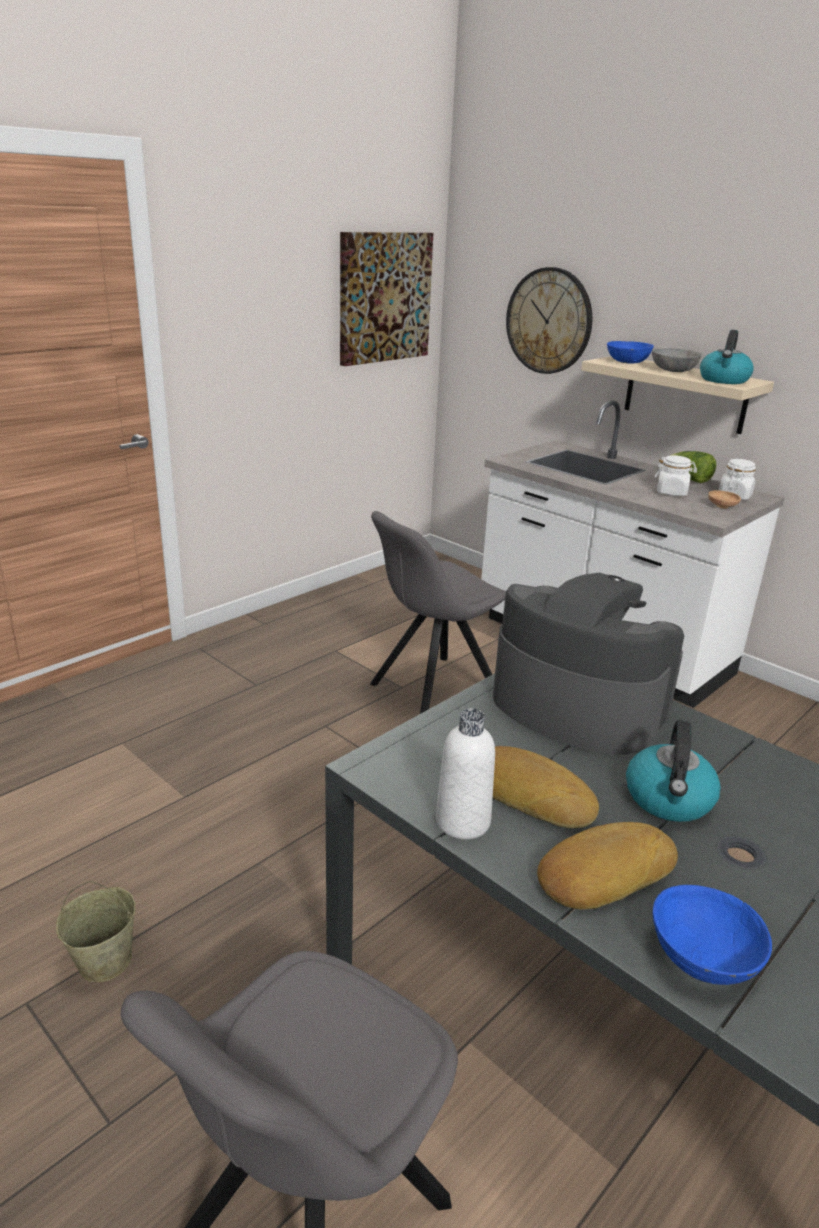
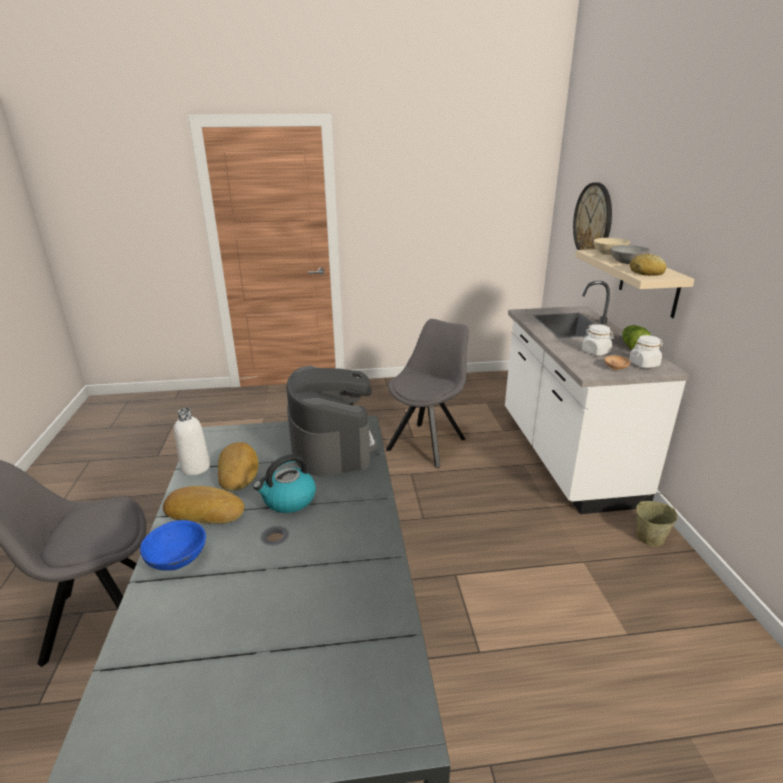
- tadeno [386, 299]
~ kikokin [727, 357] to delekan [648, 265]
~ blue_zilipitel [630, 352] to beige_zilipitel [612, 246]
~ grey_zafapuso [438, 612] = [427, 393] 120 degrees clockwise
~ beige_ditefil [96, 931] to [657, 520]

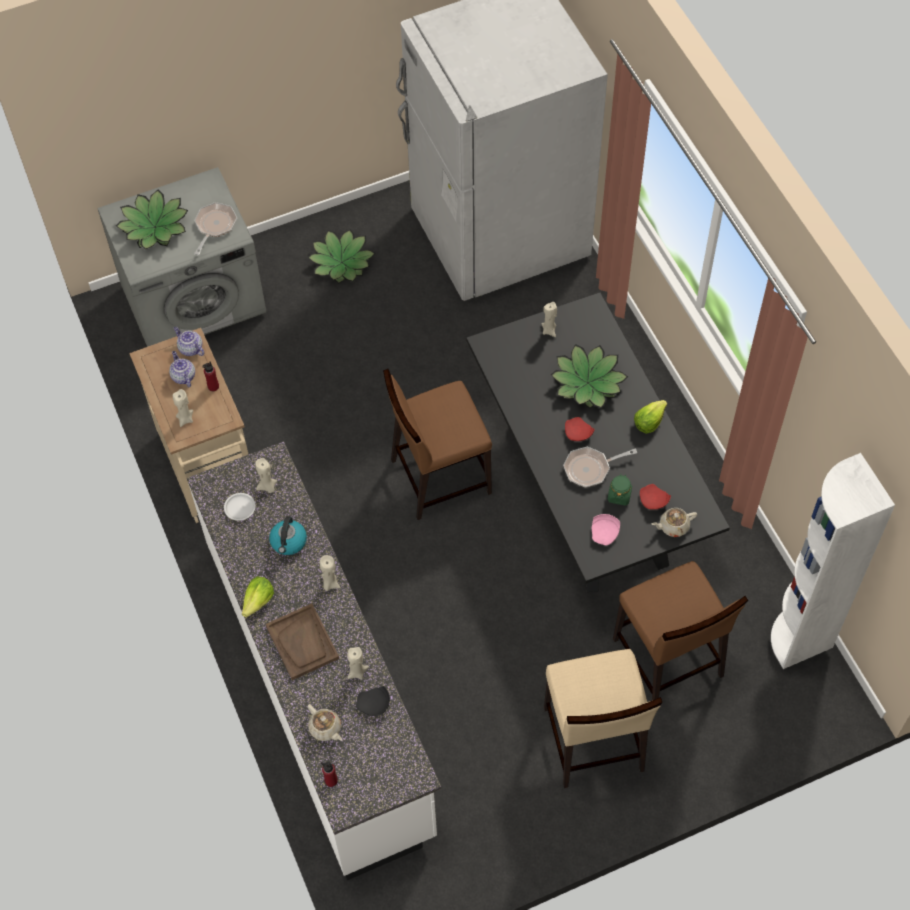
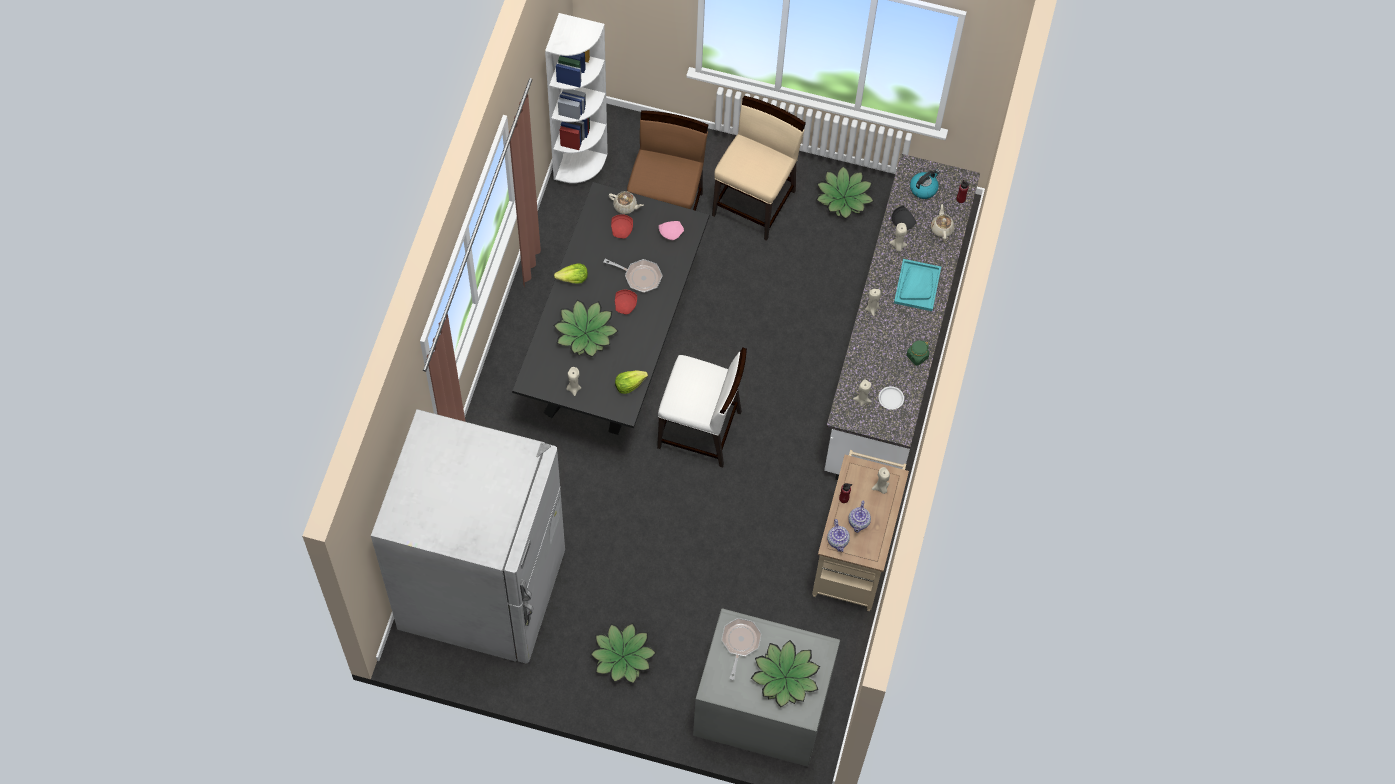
~ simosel [215, 228] = [741, 649] 135 degrees clockwise
~ brown_zafapuso [437, 444] to white_zafapuso [702, 407]
~ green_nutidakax [620, 490] to [918, 353]
~ kikokin [288, 535] to [925, 184]
~ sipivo [258, 597] to [631, 382]
~ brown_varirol [302, 641] to turquoise_varirol [917, 285]
+ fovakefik [845, 192]

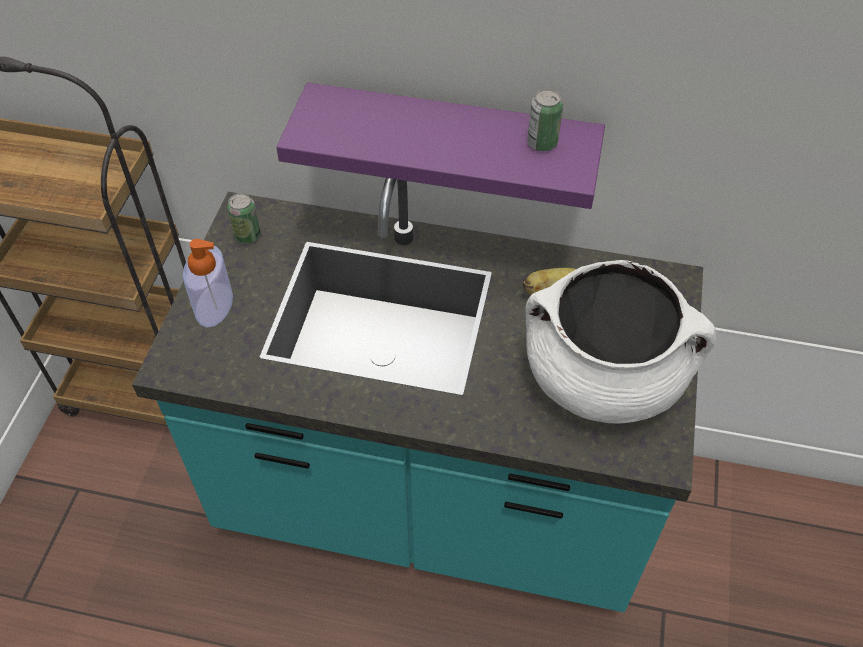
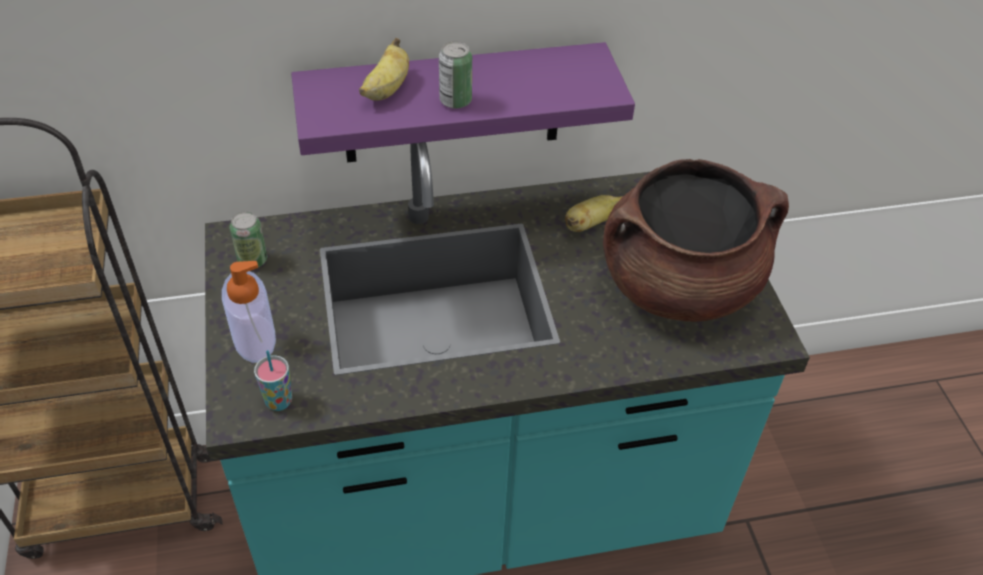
~ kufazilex [545, 120] to [455, 75]
~ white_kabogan [620, 341] to brown_kabogan [696, 240]
+ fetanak [384, 69]
+ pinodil [273, 380]

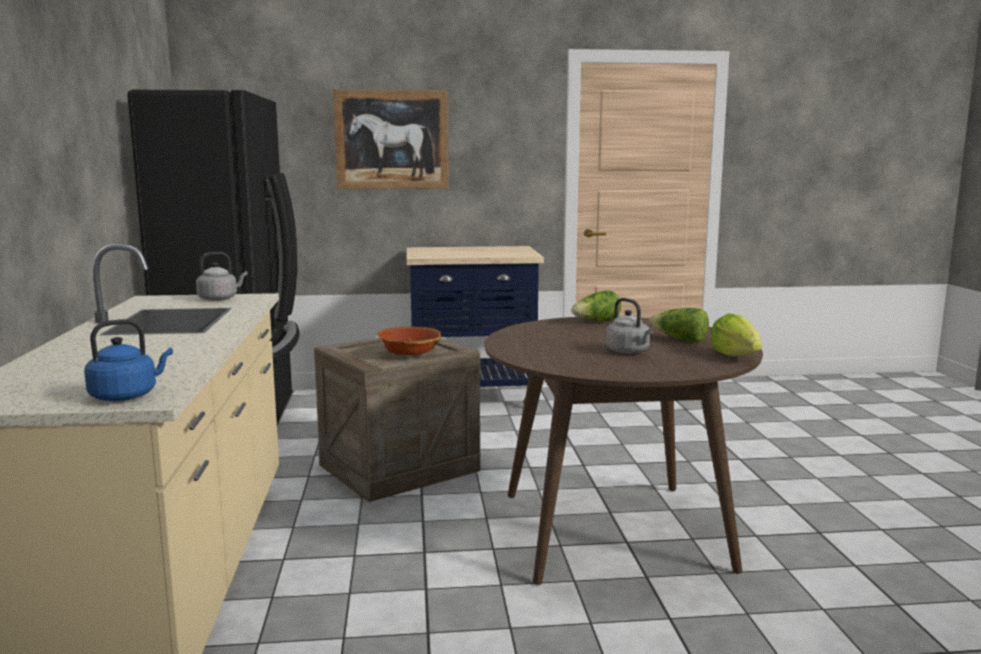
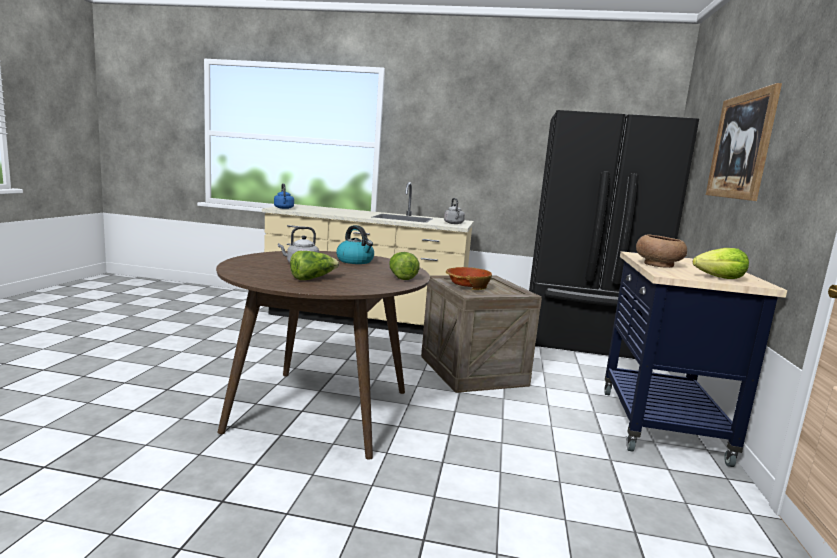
~ sipivo [736, 334] to [721, 263]
+ kikokin [355, 244]
+ brown_zilipitel [661, 251]

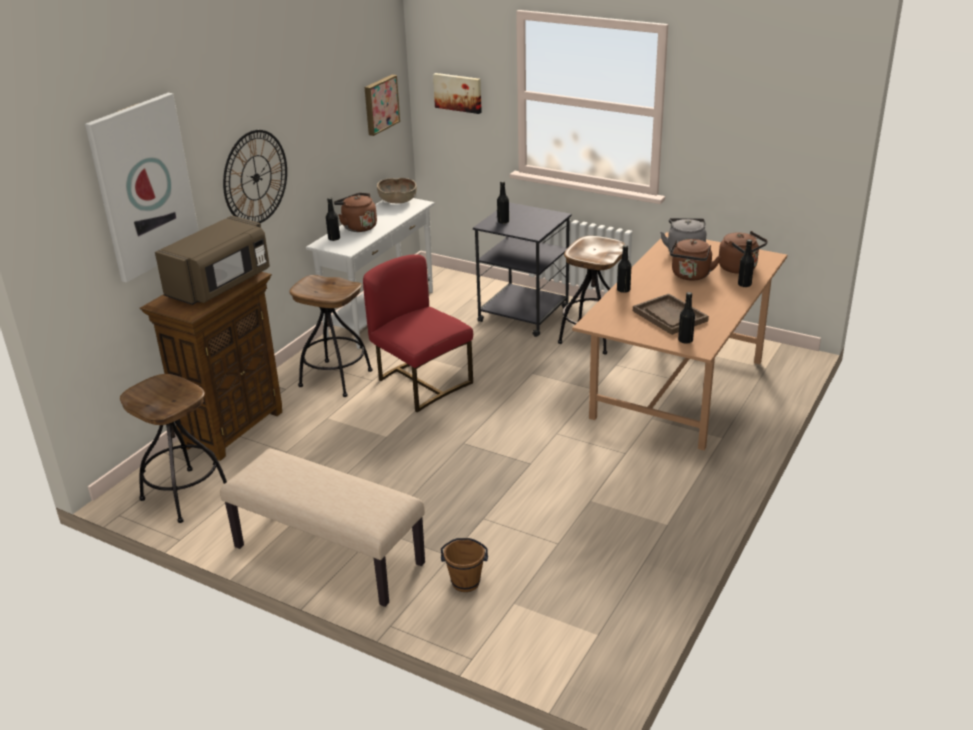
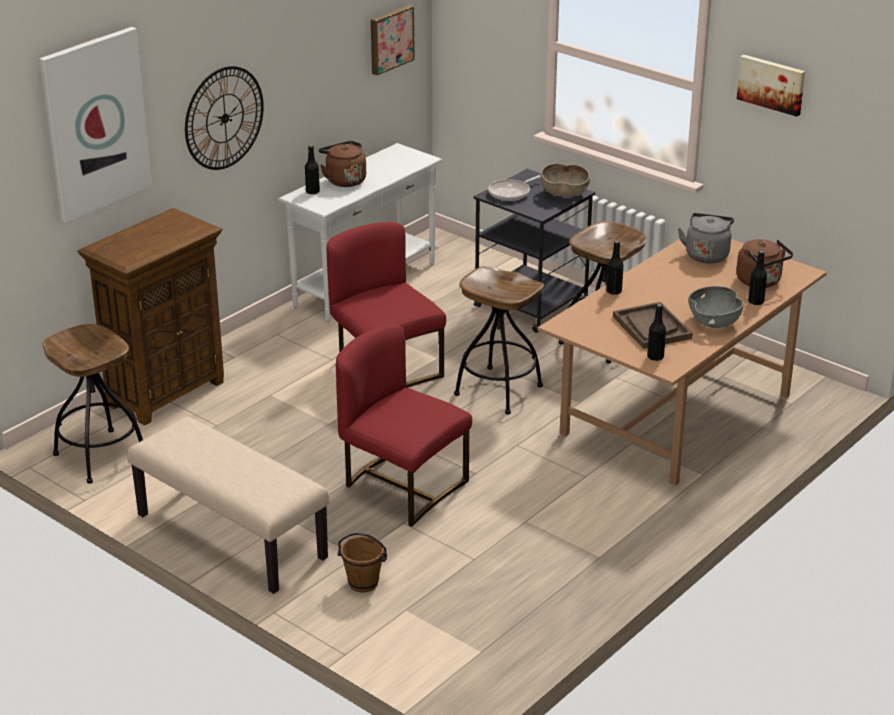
~ tadeno [457, 93] to [771, 86]
~ brown_zilipitel [397, 191] to [565, 180]
~ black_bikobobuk [503, 202] to simosel [514, 188]
- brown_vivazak [212, 260]
- brown_kikokin [695, 260]
~ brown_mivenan [331, 336] to [499, 340]
+ grey_zilipitel [716, 307]
+ red_zafapuso [404, 425]

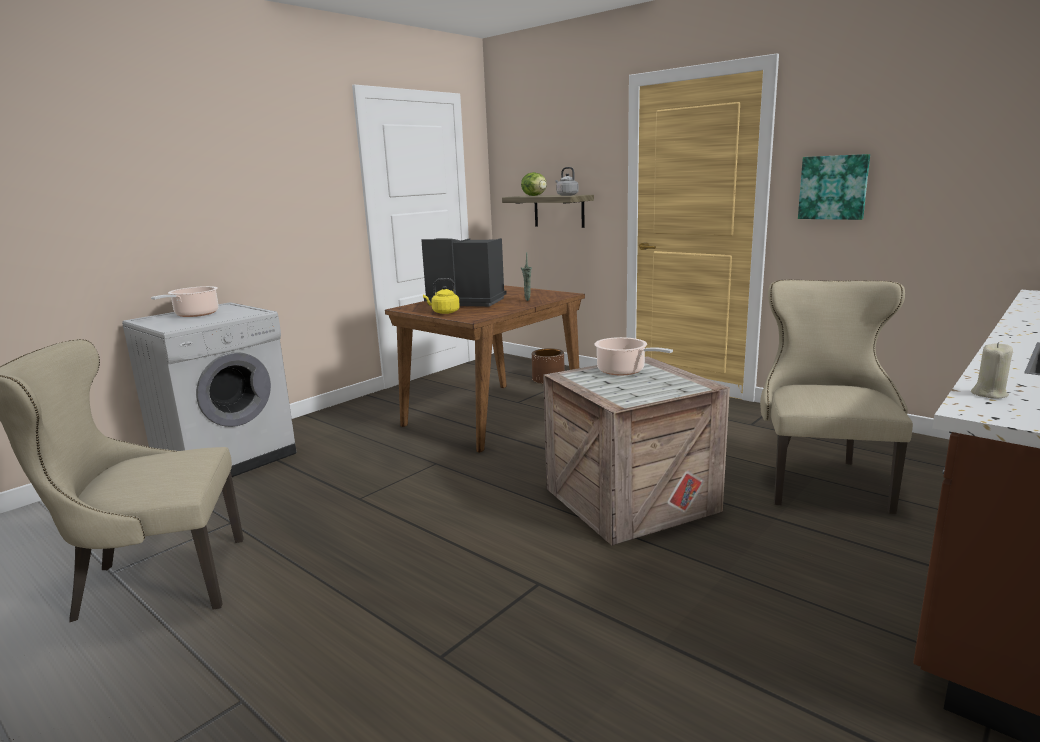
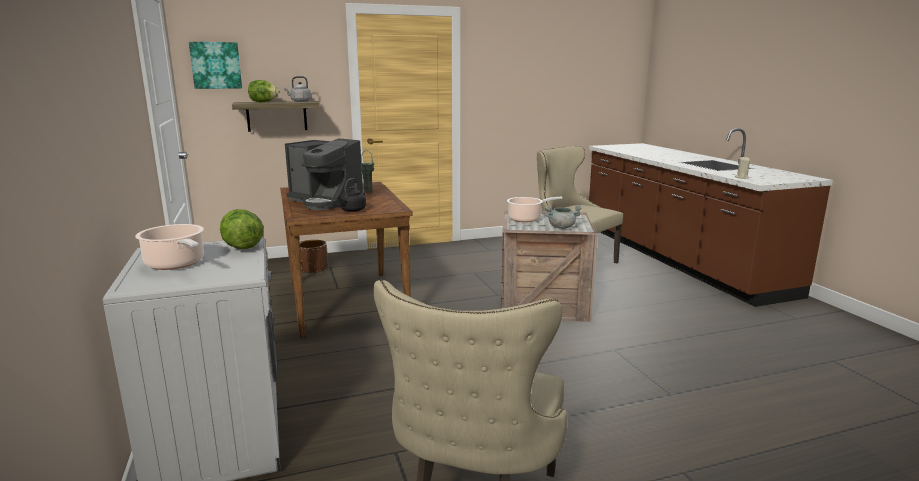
~ tadeno [834, 187] to [215, 65]
~ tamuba [464, 272] = [325, 174] 105 degrees counterclockwise
~ yellow_kikokin [441, 296] to black_kikokin [352, 195]
+ grey_kabogan [563, 217]
+ sipivo [242, 229]

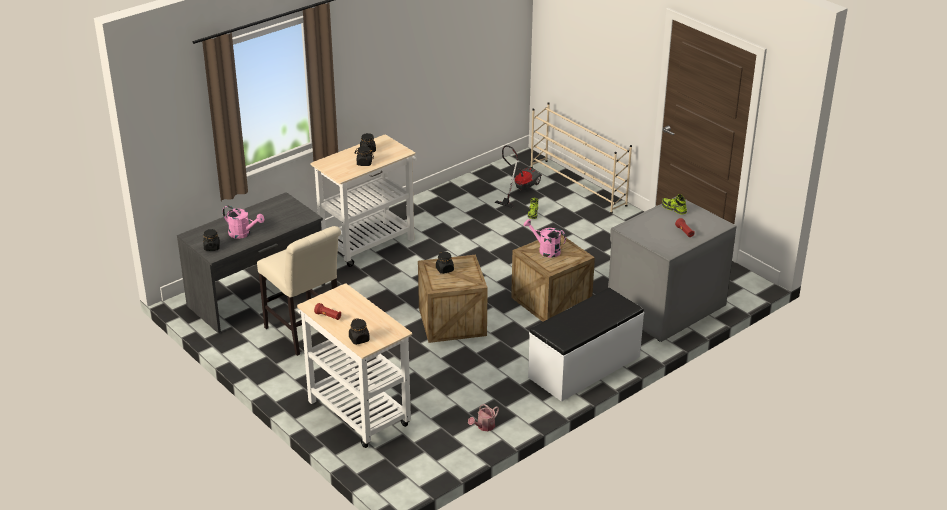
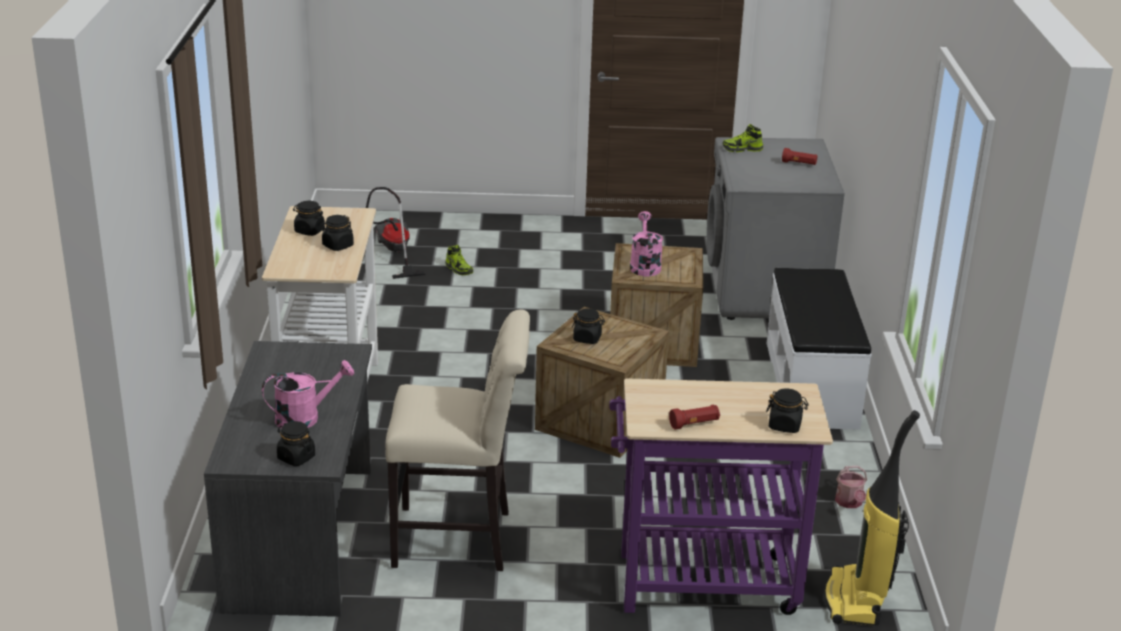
- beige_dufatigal [581, 158]
~ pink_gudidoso [545, 238] = [646, 243] 105 degrees clockwise
~ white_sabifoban [354, 365] to purple_sabifoban [721, 497]
+ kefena [872, 517]

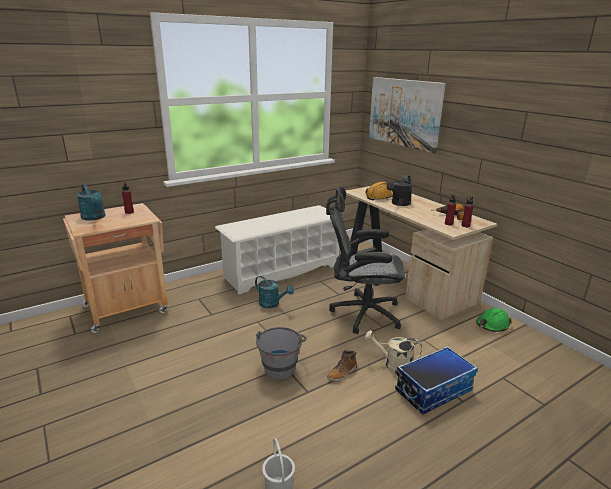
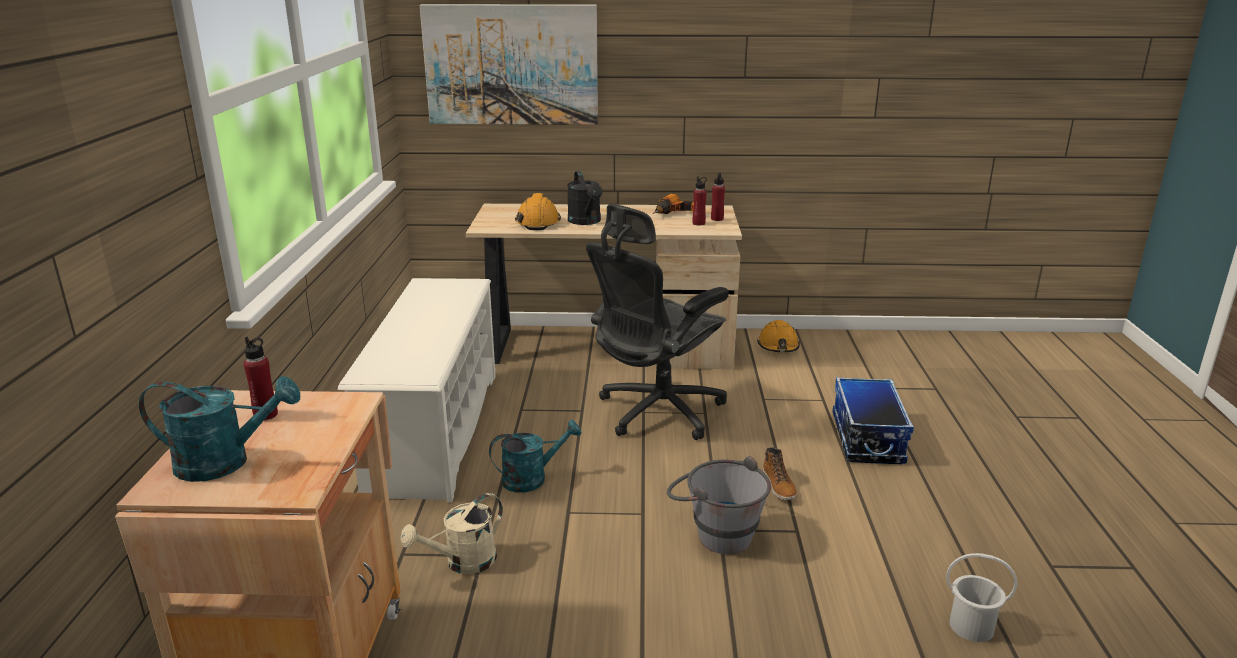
~ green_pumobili [494, 320] to orange_pumobili [778, 336]
~ beige_gudidoso [393, 352] to [451, 533]

